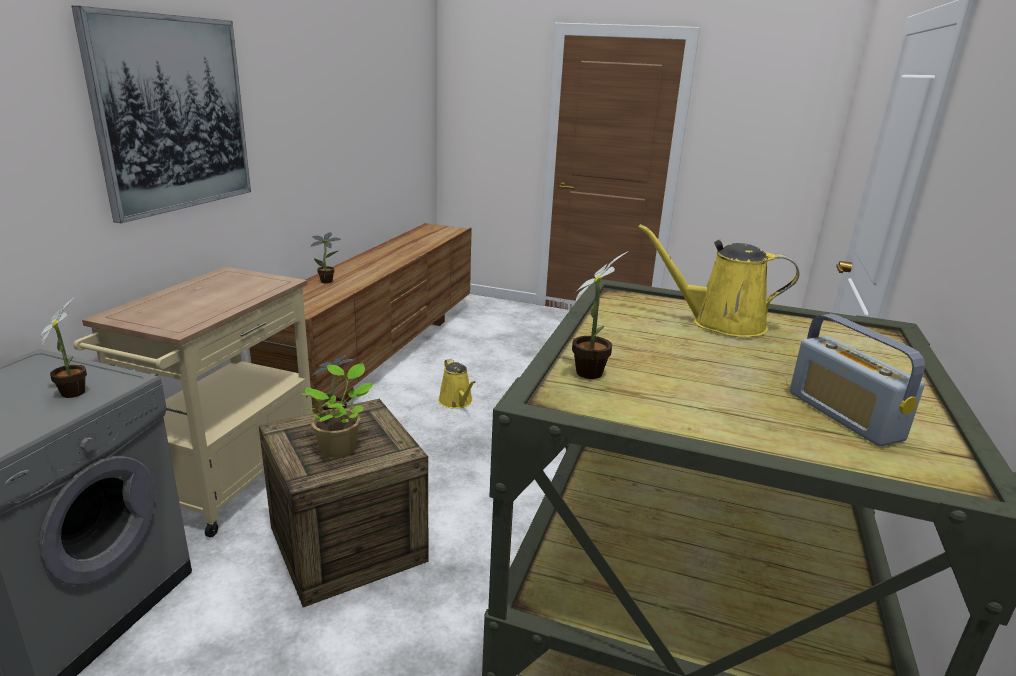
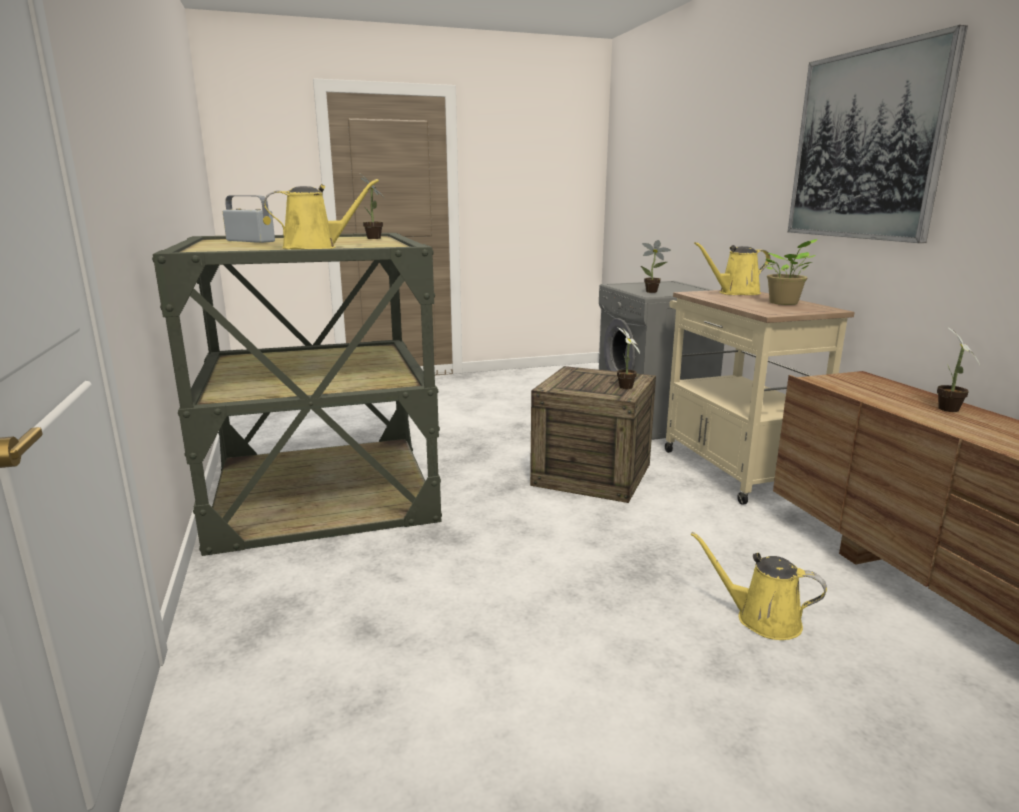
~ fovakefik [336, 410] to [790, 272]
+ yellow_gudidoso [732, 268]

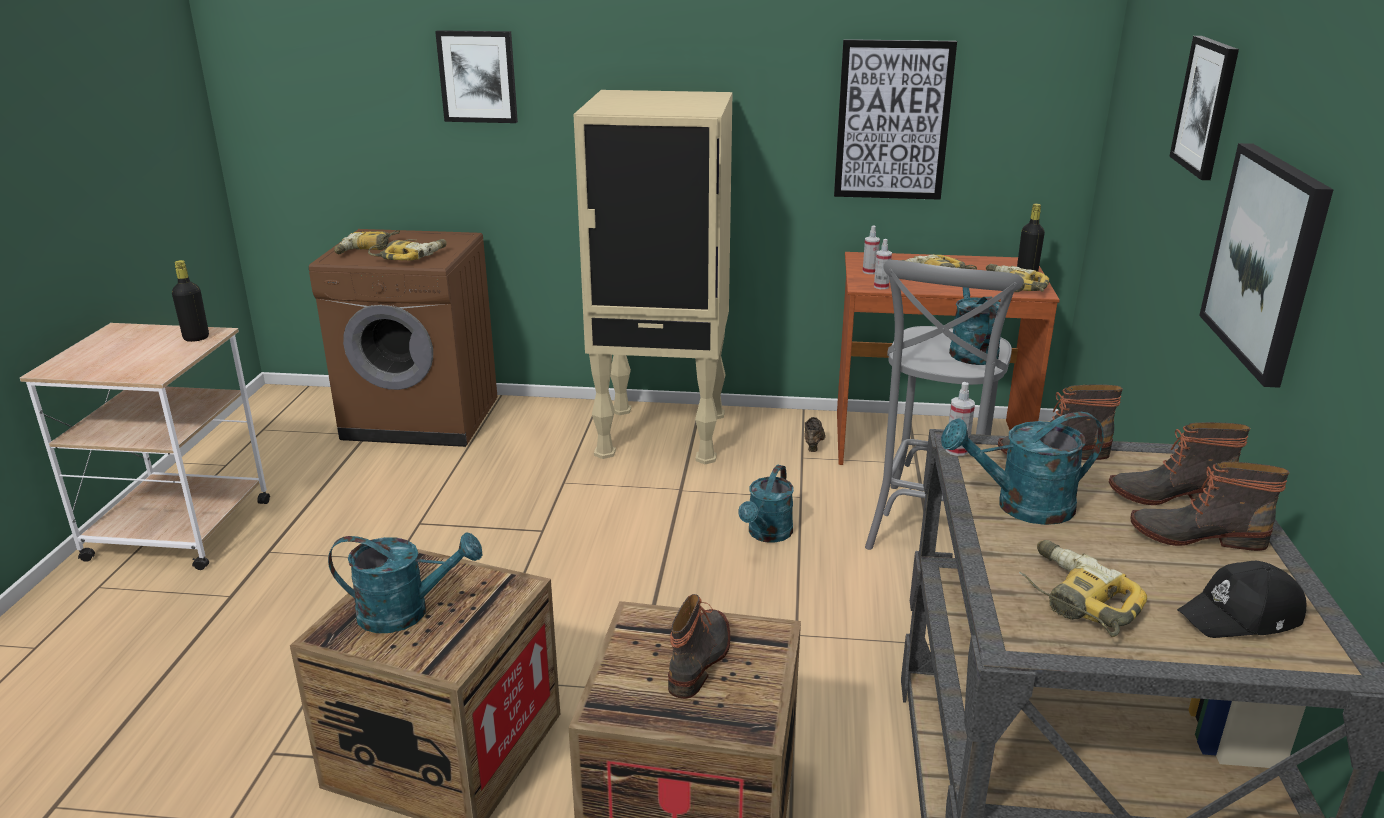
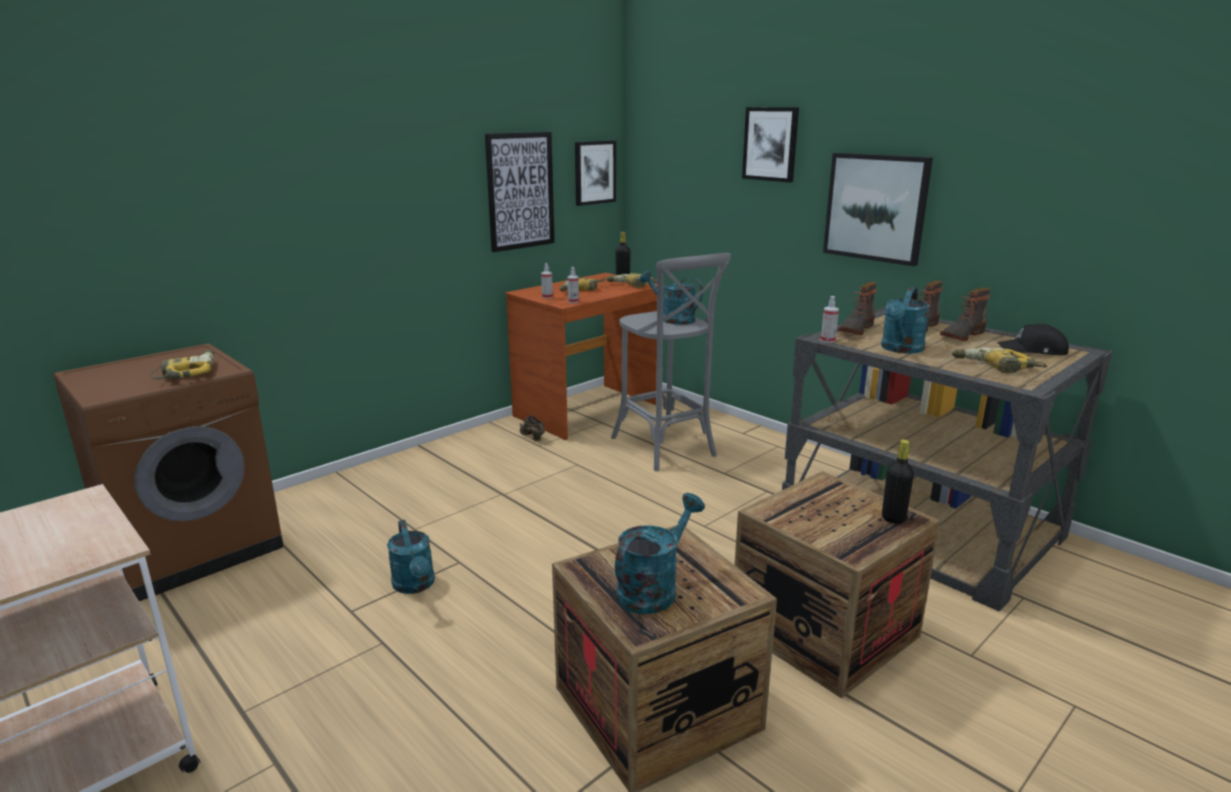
~ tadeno [476, 76] to [595, 173]
- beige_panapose [652, 277]
- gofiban [367, 242]
~ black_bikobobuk [190, 301] to [898, 482]
~ turquoise_gudidoso [766, 504] to [411, 557]
~ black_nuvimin [1242, 599] = [1033, 339] 75 degrees clockwise
- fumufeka [699, 646]

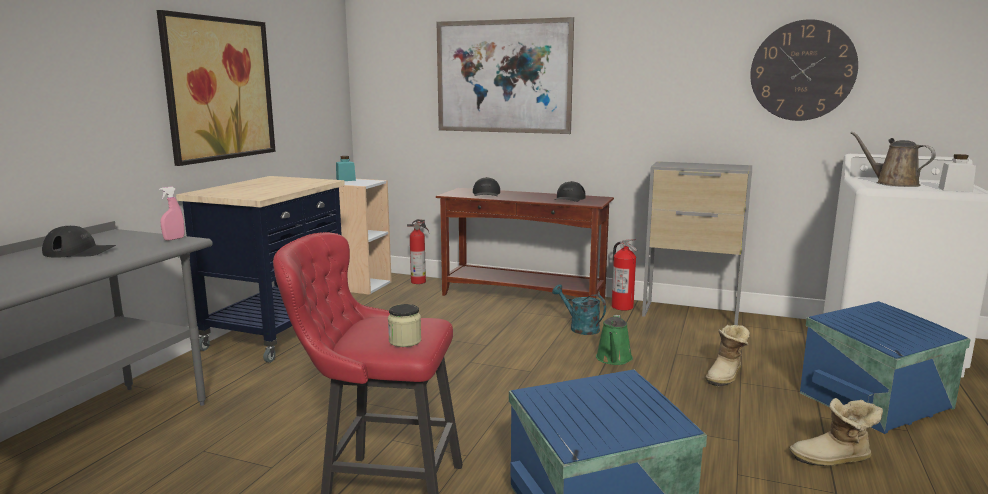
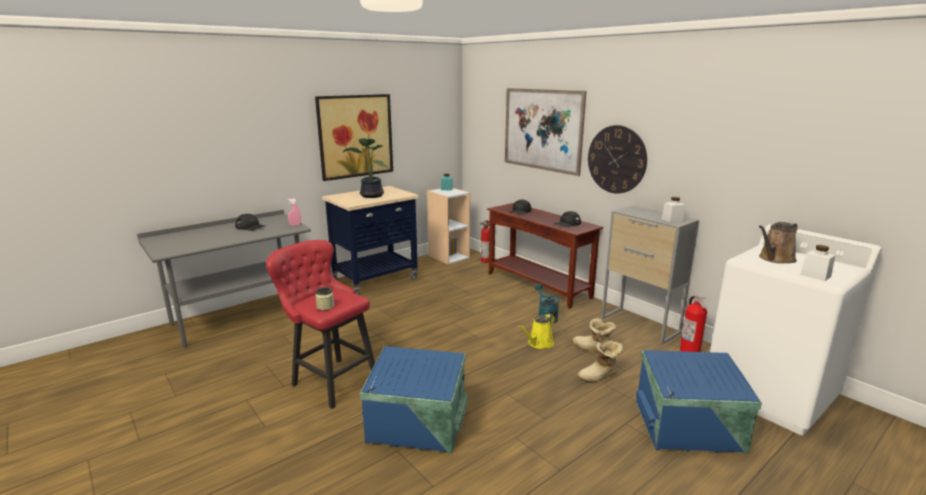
~ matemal [804, 70] to [617, 159]
~ brown_gudidoso [893, 159] = [778, 243] 120 degrees counterclockwise
~ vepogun [624, 275] to [693, 324]
~ green_gudidoso [614, 340] to yellow_gudidoso [536, 331]
~ fumufeka [836, 432] to [594, 334]
+ fovakefik [366, 168]
+ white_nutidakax [673, 209]

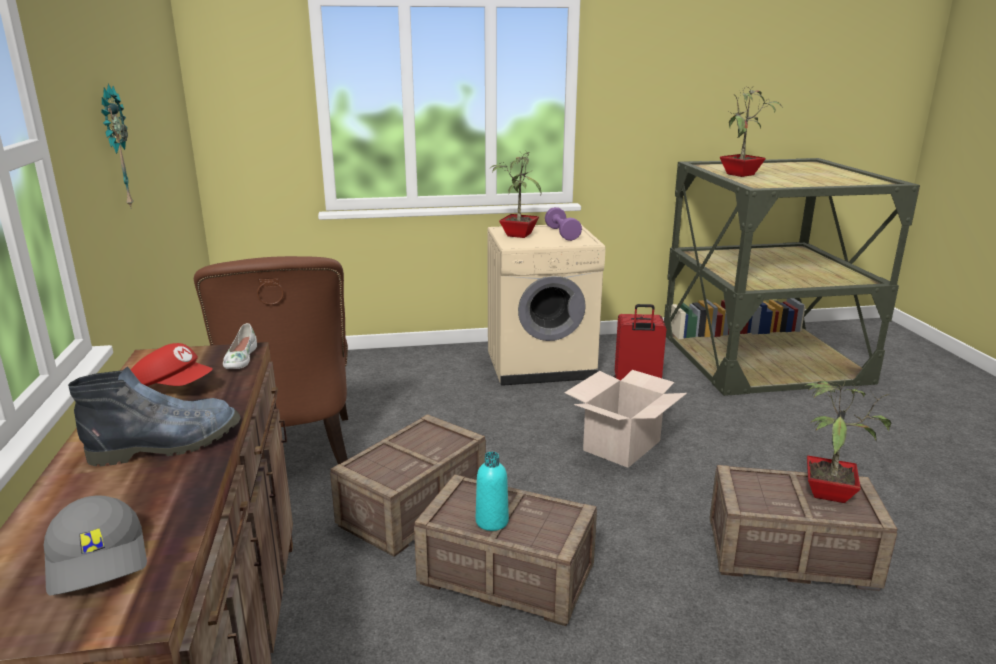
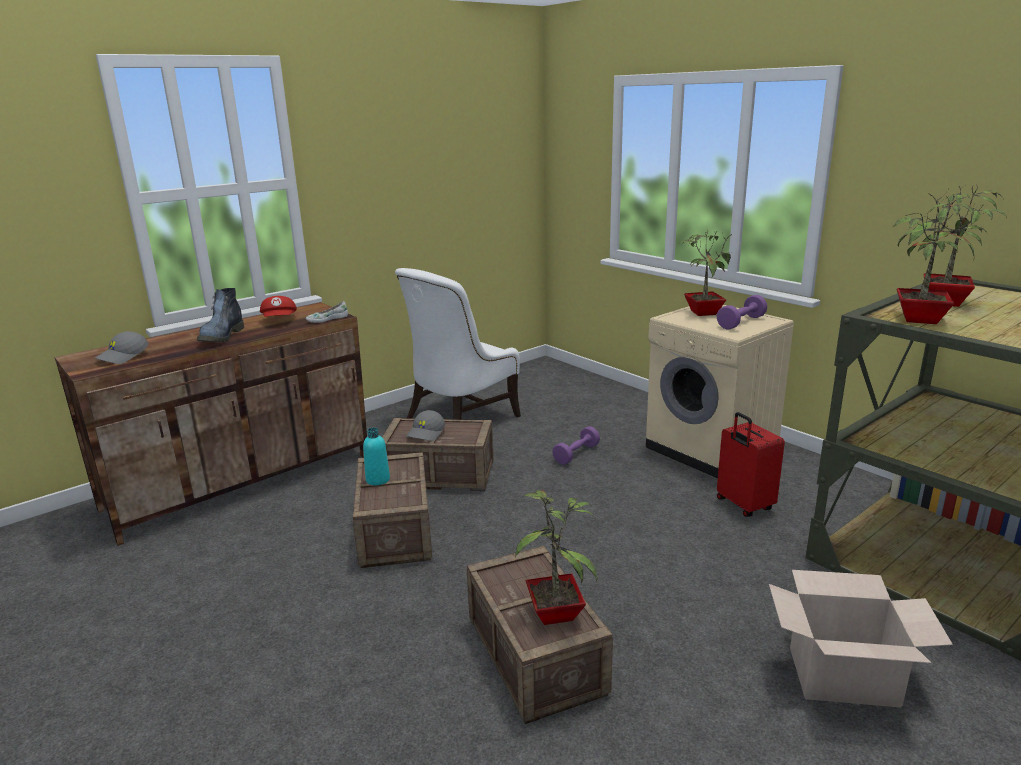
- matemal [117, 146]
~ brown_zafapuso [271, 360] to white_zafapuso [458, 344]
~ fumufeka [154, 416] = [220, 315] 60 degrees clockwise
~ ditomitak [625, 419] to [861, 639]
+ fovakefik [933, 259]
+ grey_nuvimin [425, 425]
+ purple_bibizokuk [576, 445]

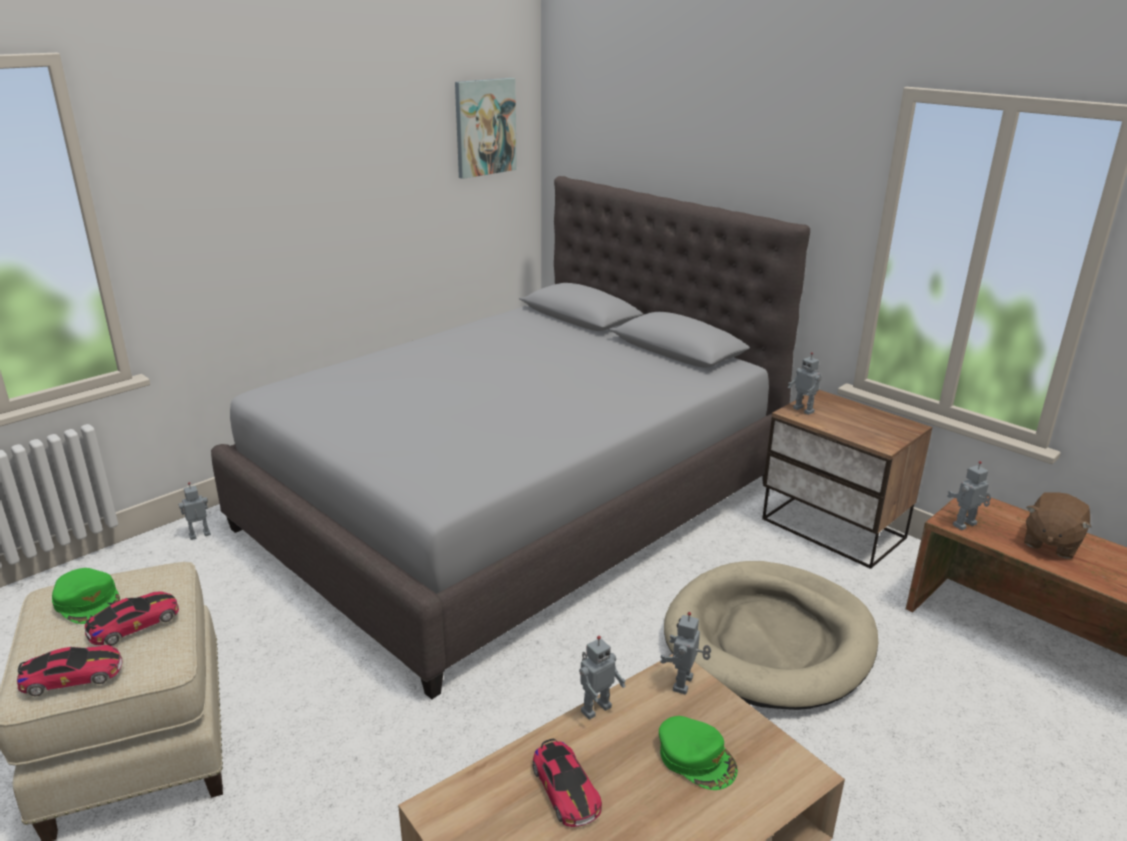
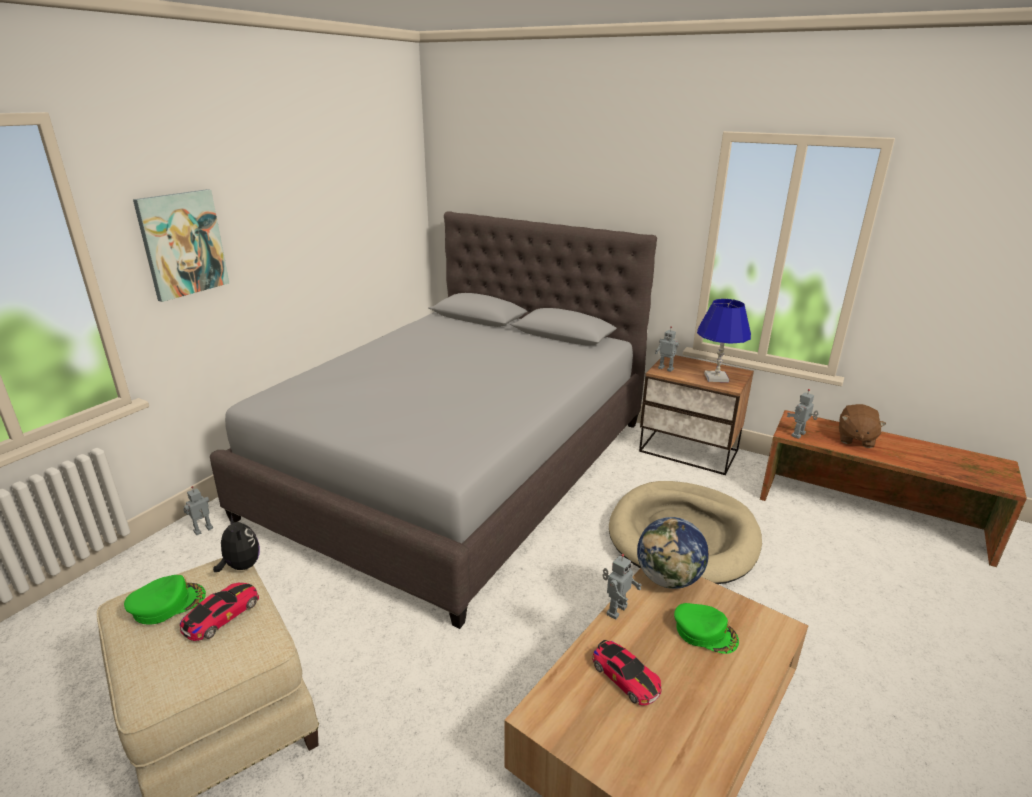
~ tadeno [486, 128] to [181, 245]
~ green_nuvimin [86, 596] = [165, 599] 60 degrees counterclockwise
~ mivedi [685, 653] to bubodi [673, 553]
- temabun [70, 670]
+ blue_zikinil [724, 340]
+ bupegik [236, 543]

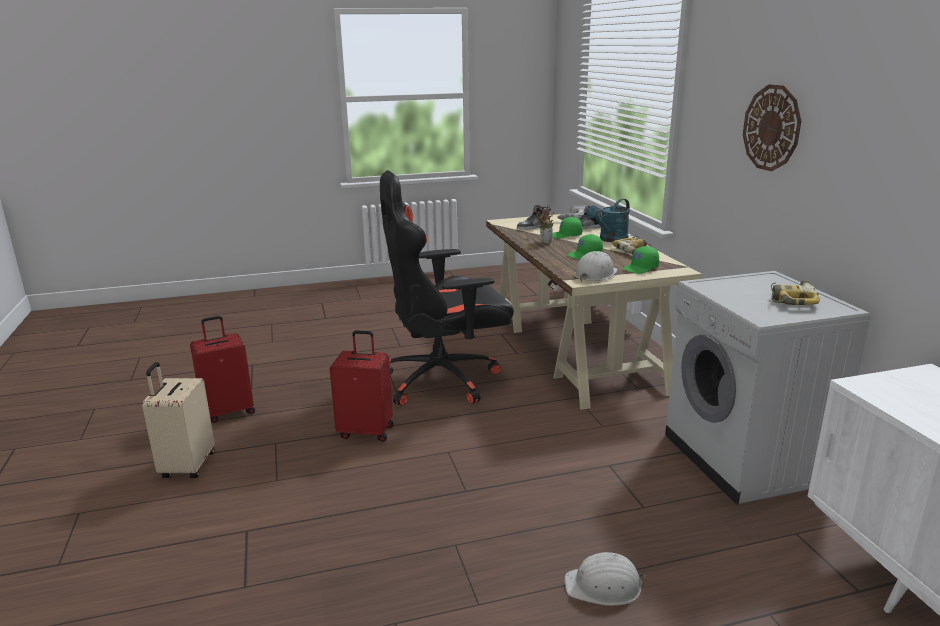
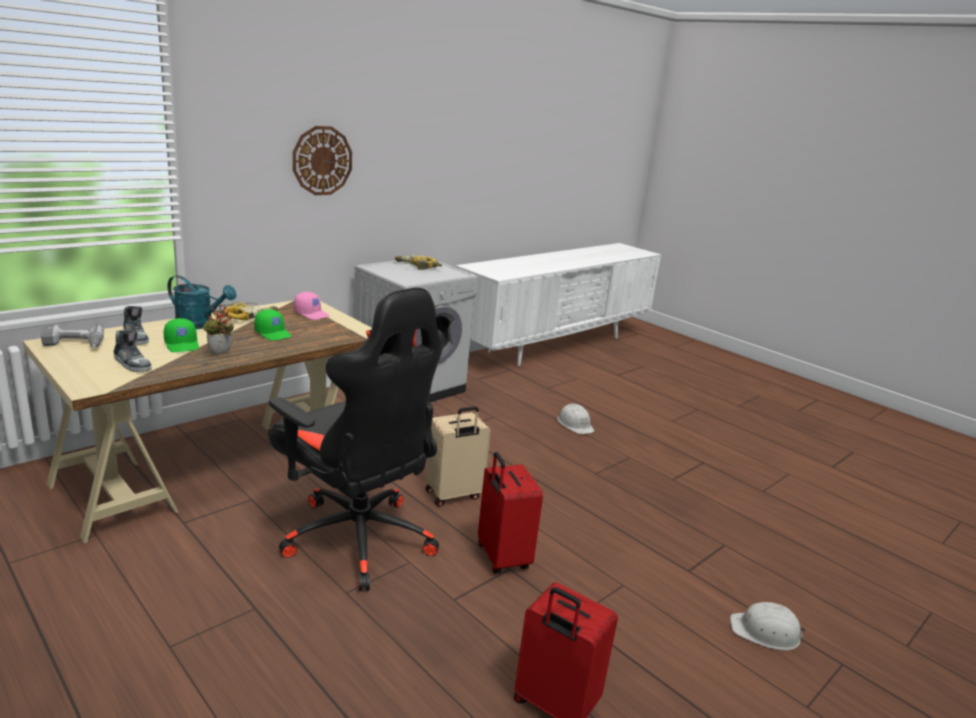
~ green_nuvimin [640, 260] to pink_nuvimin [312, 306]
~ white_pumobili [596, 266] to [768, 626]
~ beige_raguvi [178, 420] to [458, 456]

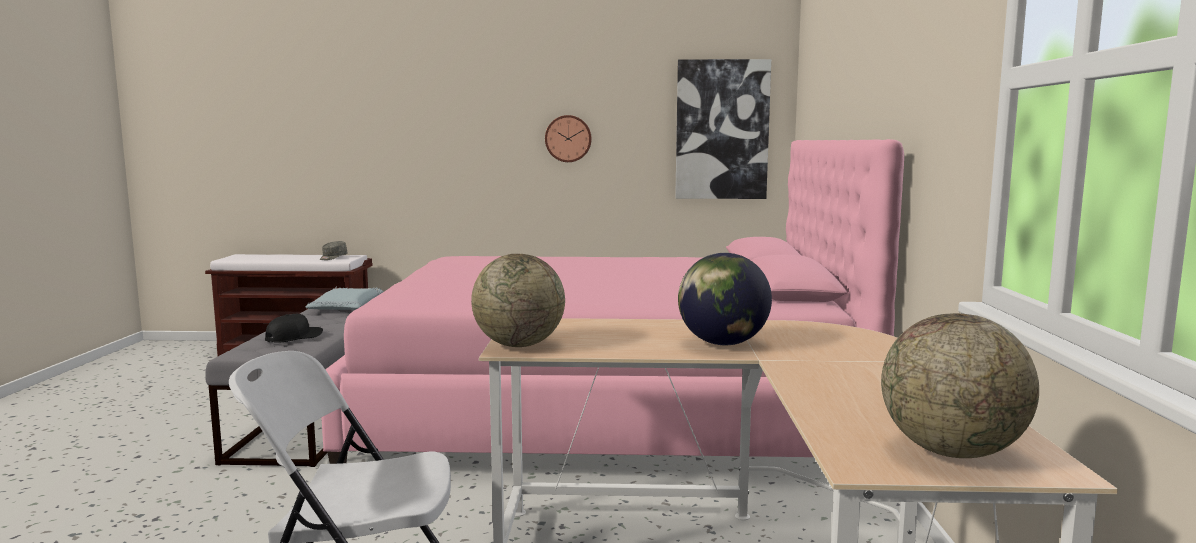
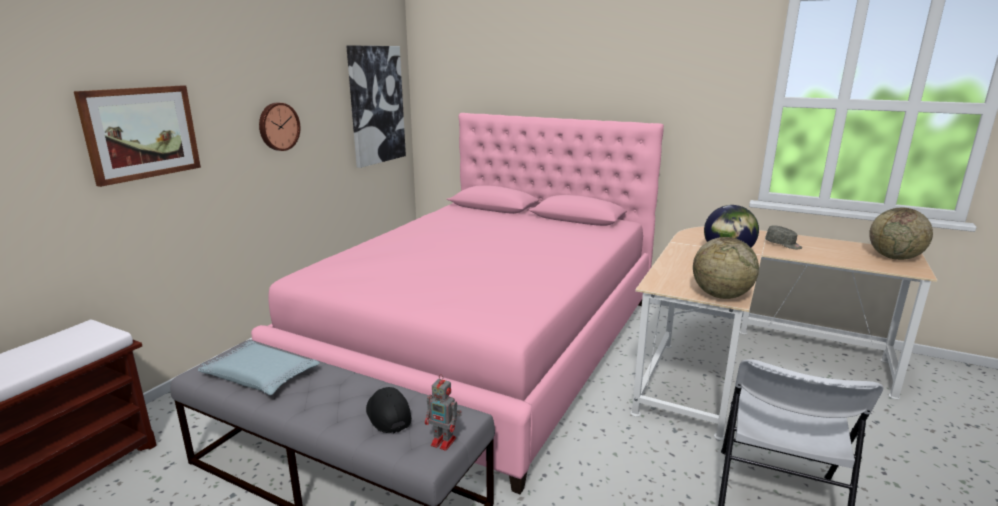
~ grey_nuvimin [333, 250] to [783, 237]
+ tadeno [137, 136]
+ mivedi [443, 412]

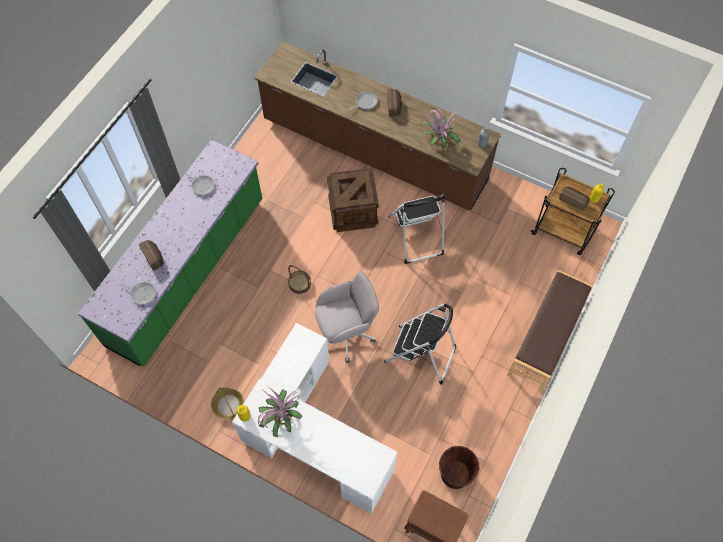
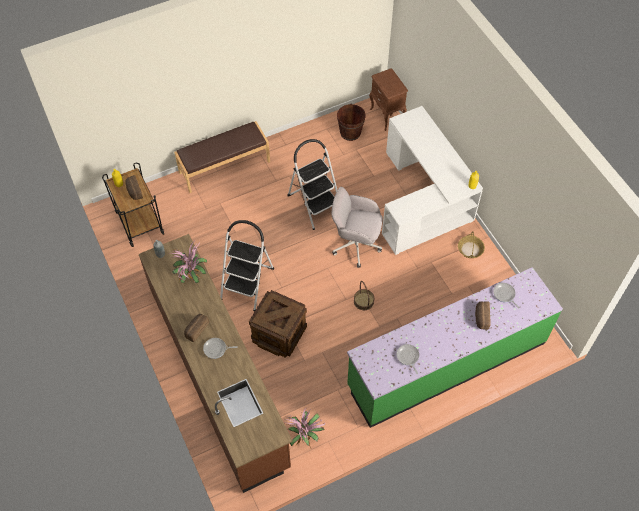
~ fovakefik [280, 412] to [304, 428]

